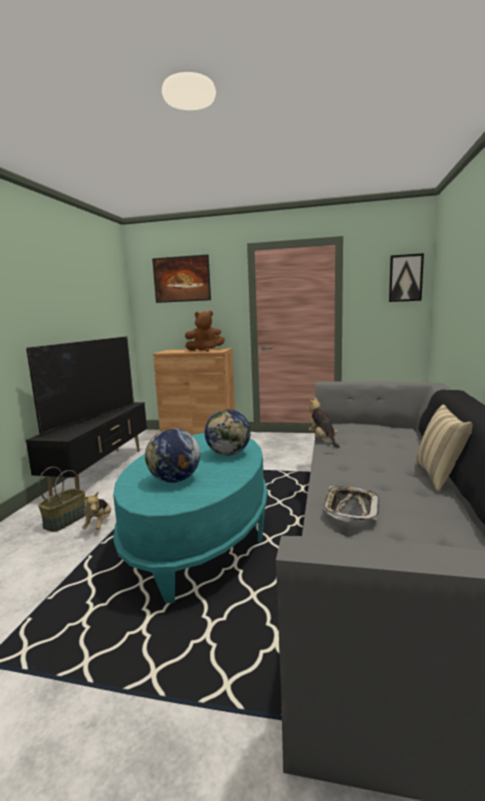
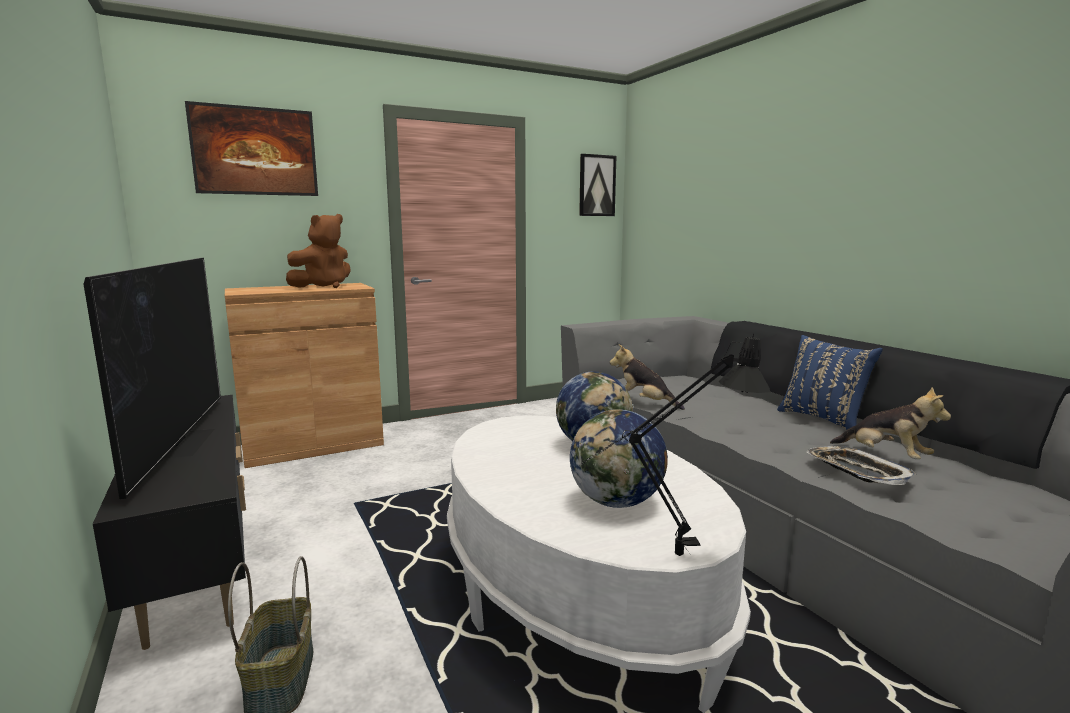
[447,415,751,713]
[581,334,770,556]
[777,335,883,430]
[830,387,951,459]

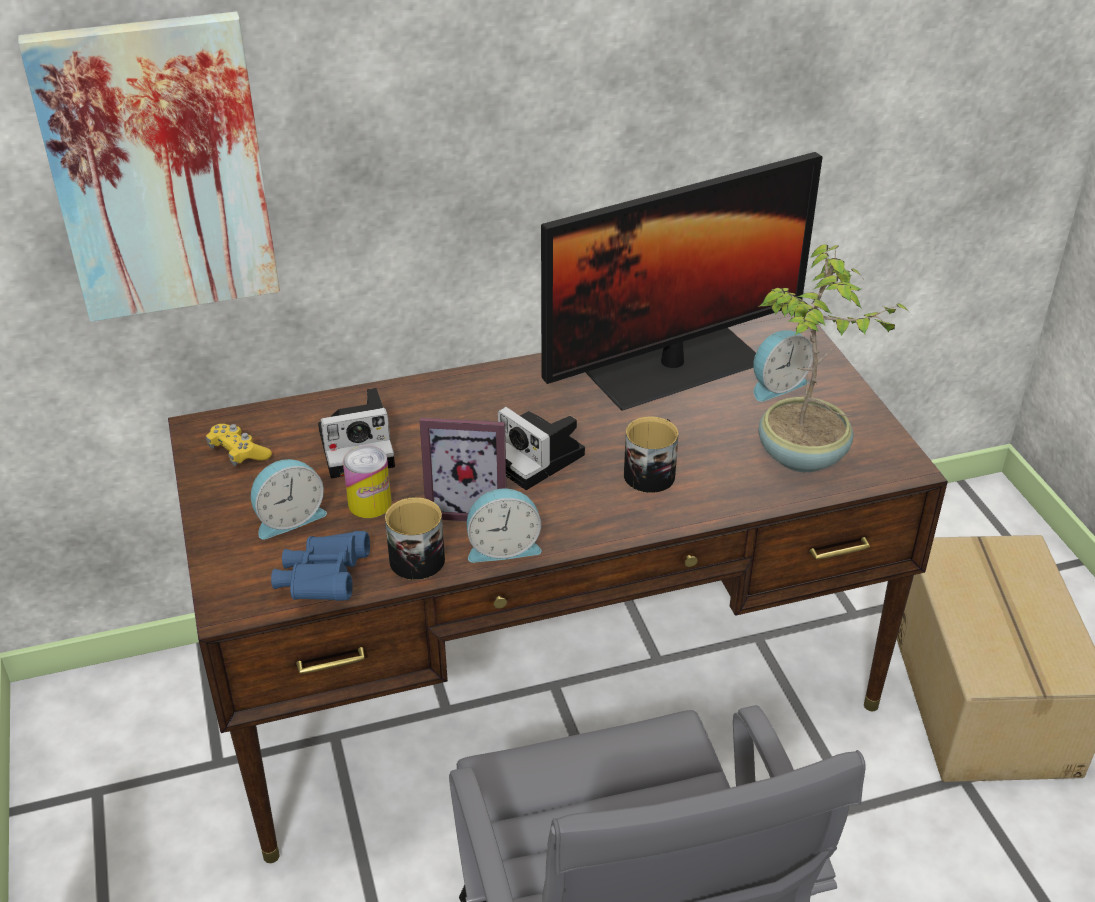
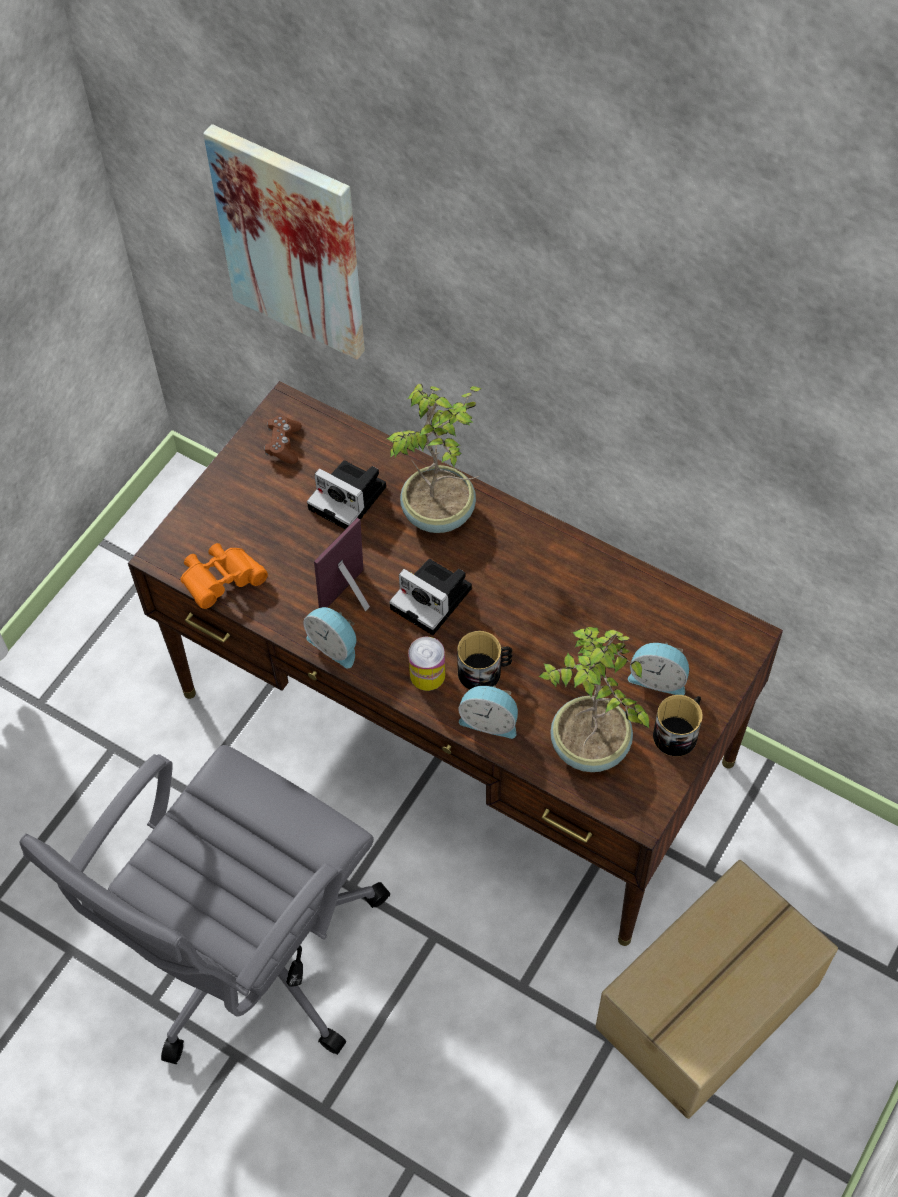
[180,543,268,609]
[264,416,302,464]
[314,518,370,611]
[387,384,481,533]
[389,559,472,635]
[408,637,445,691]
[458,686,518,739]
[653,695,702,756]
[541,152,823,411] (first image)

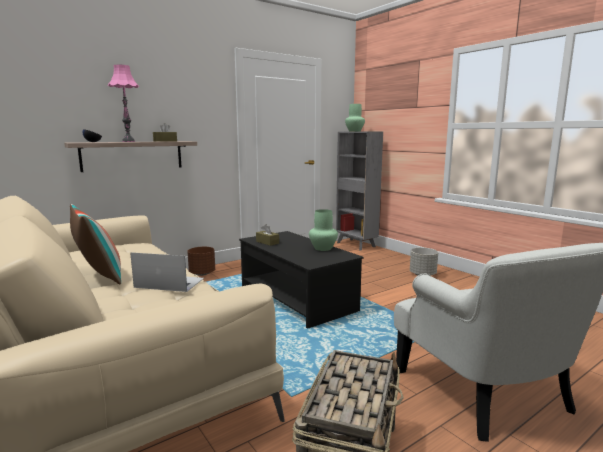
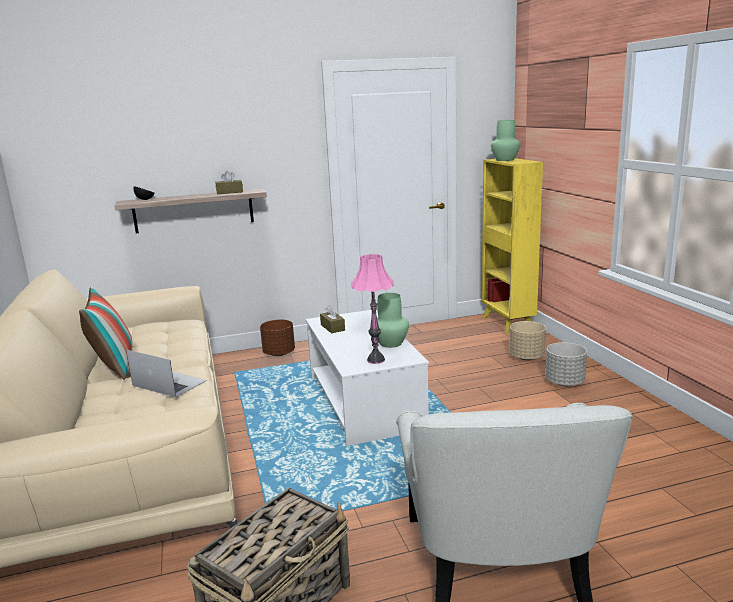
[306,310,429,446]
[351,254,394,364]
[482,158,543,333]
[509,321,546,360]

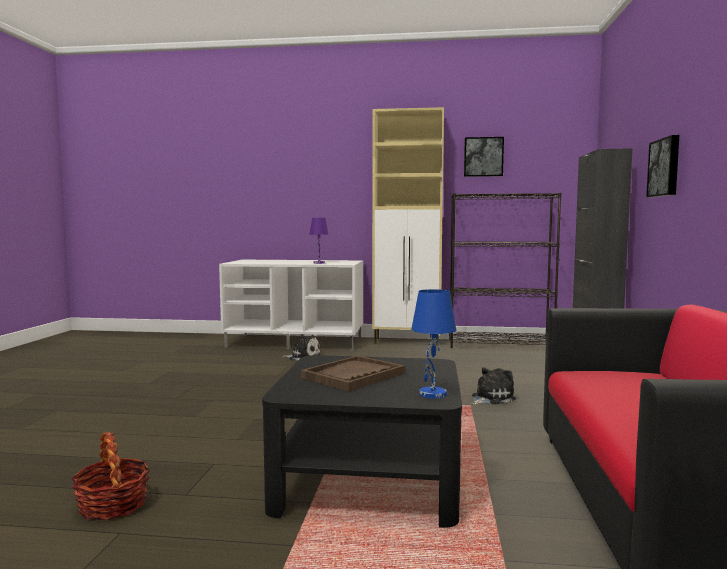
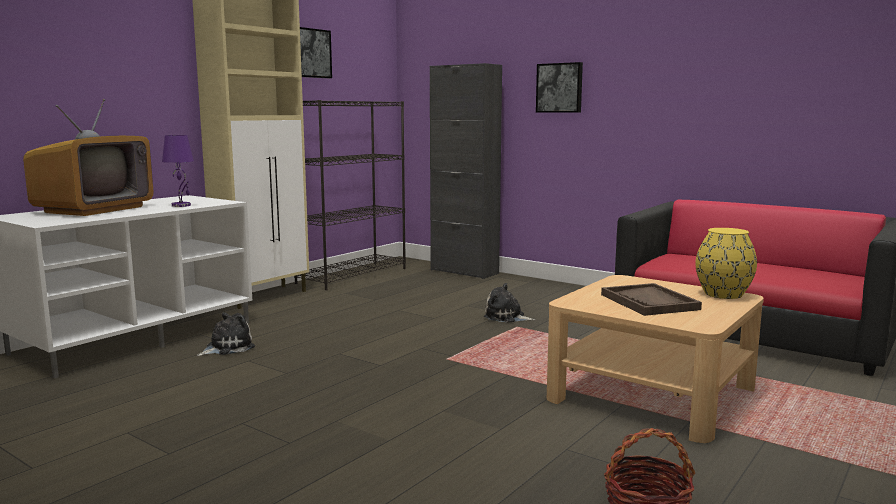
[23,99,154,216]
[484,283,535,323]
[547,275,764,443]
[696,228,757,299]

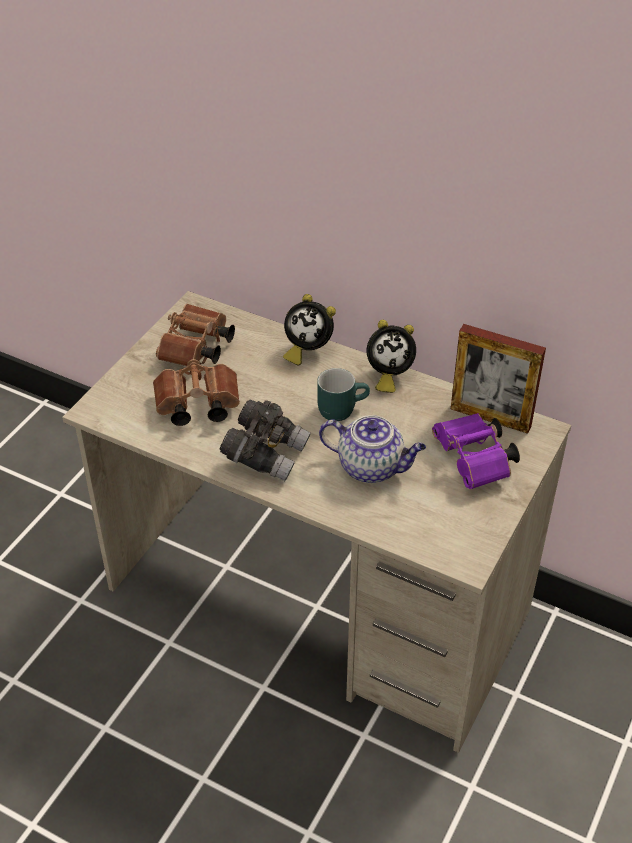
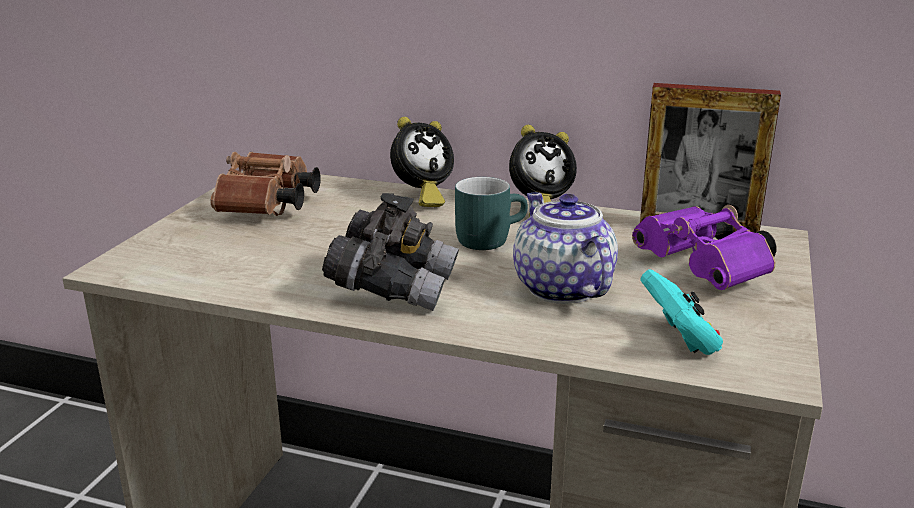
[390,117,454,207]
[513,192,618,303]
[640,270,723,355]
[153,359,240,426] (first image)

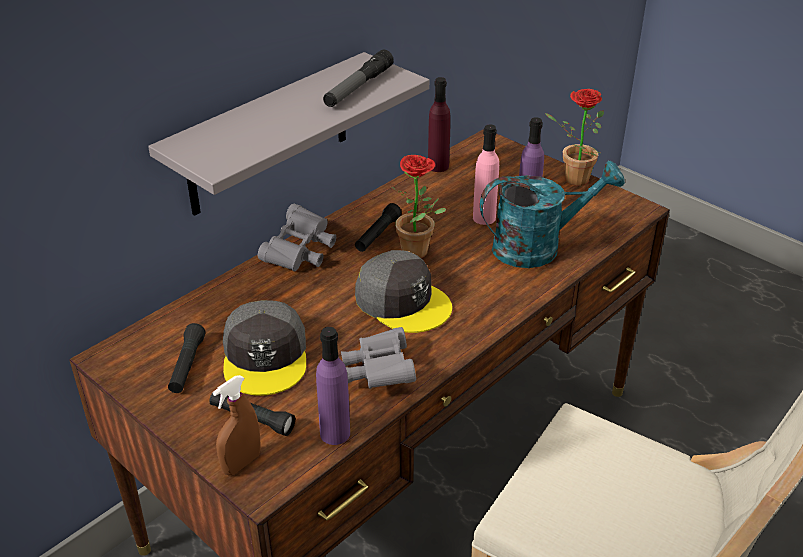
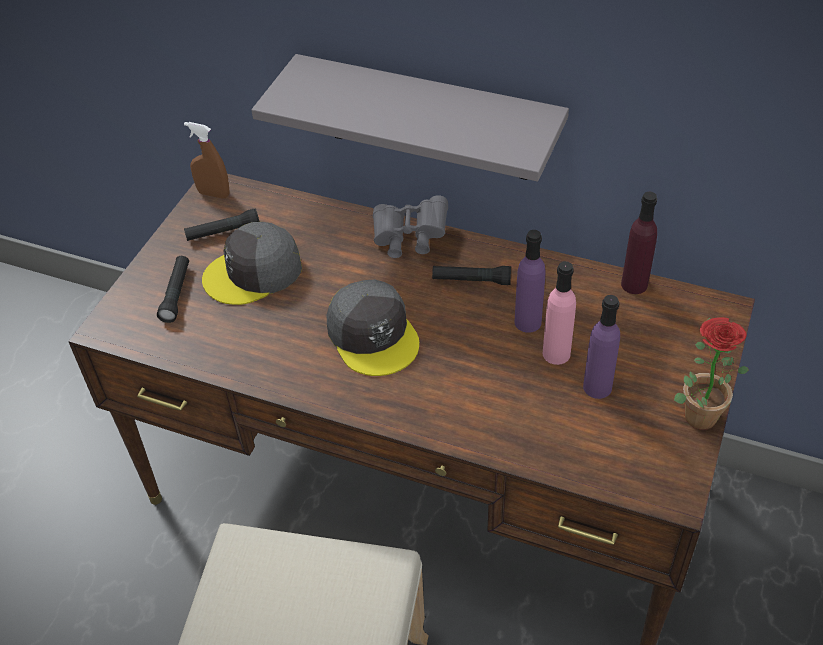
[184,122,230,199]
[327,280,419,376]
[514,230,546,333]
[323,50,394,107] (first image)
[341,327,416,389] (first image)
[389,155,446,258] (first image)
[480,161,625,268] (first image)

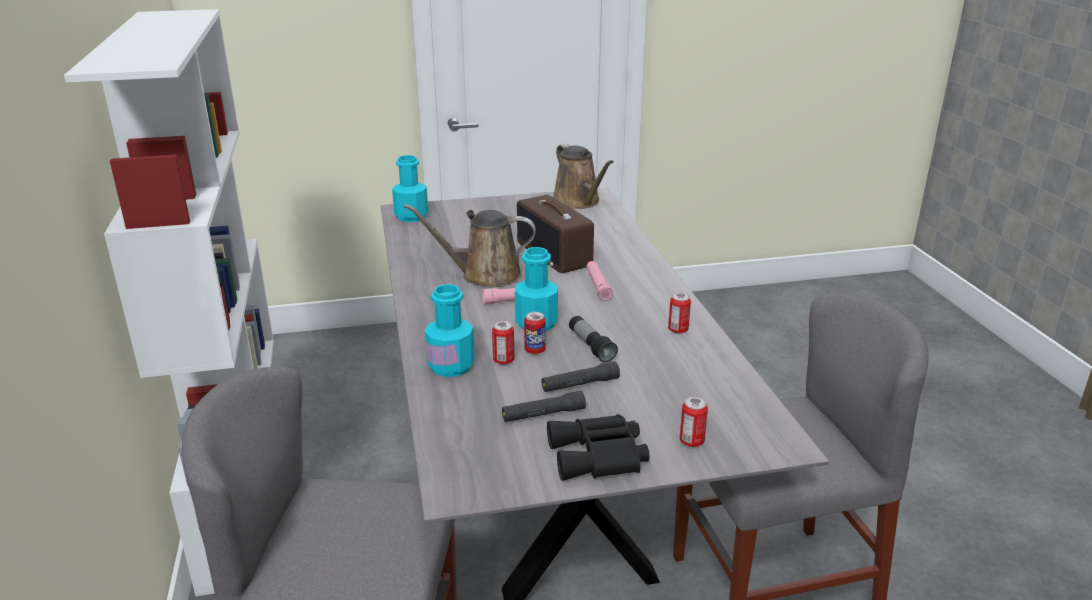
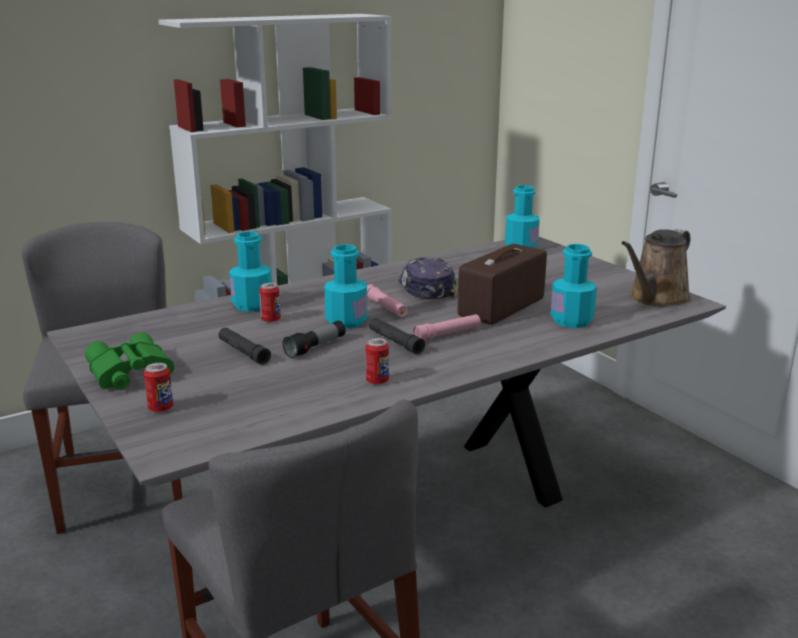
[85,333,174,390]
[369,318,425,354]
[398,257,457,299]
[550,244,597,328]
[524,312,546,355] (first image)

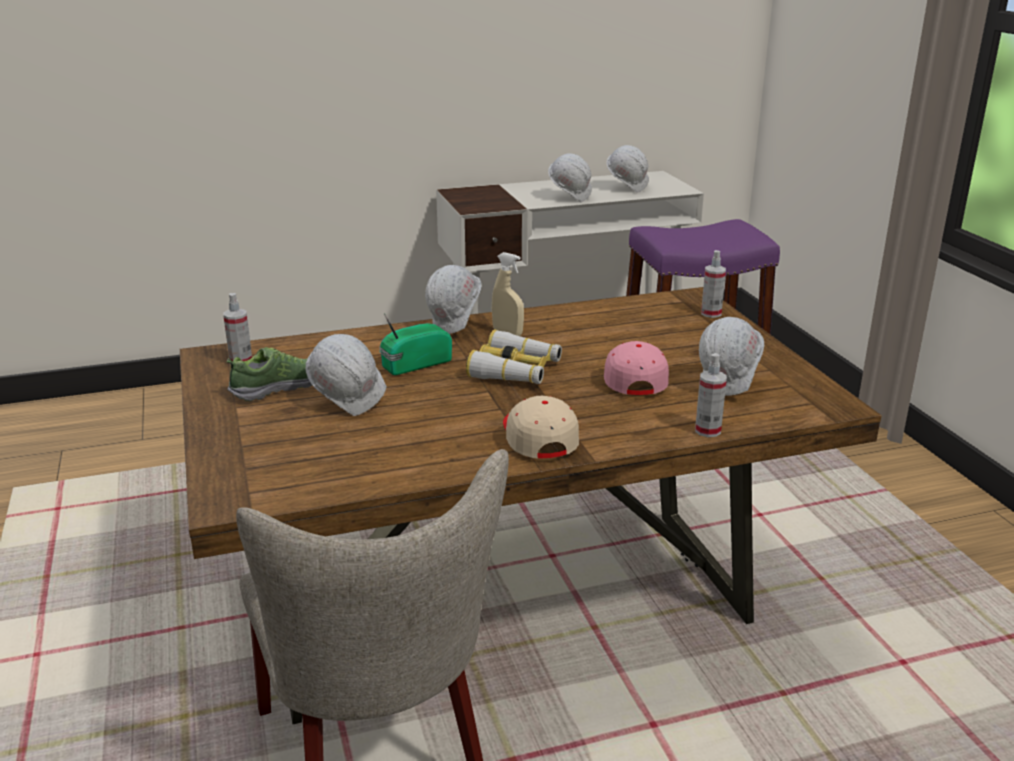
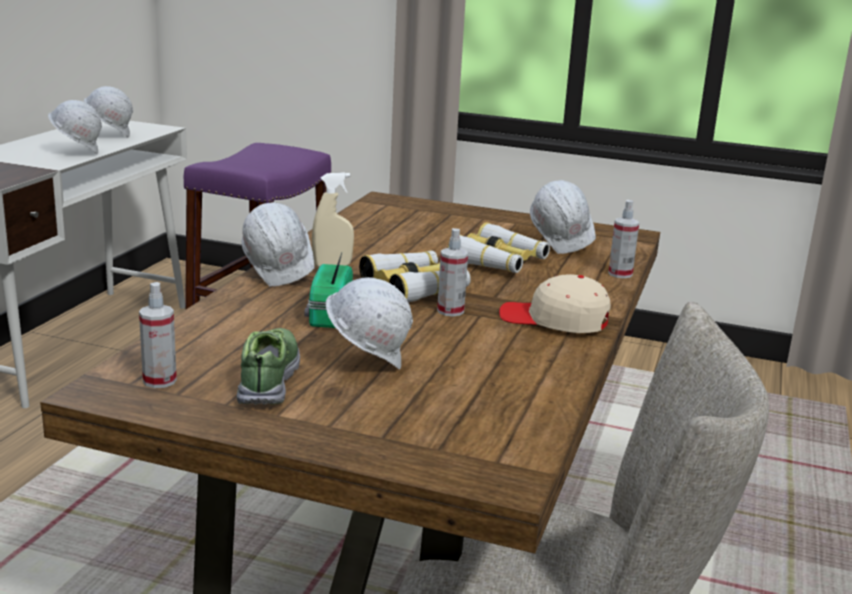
[437,228,468,317]
[448,222,550,273]

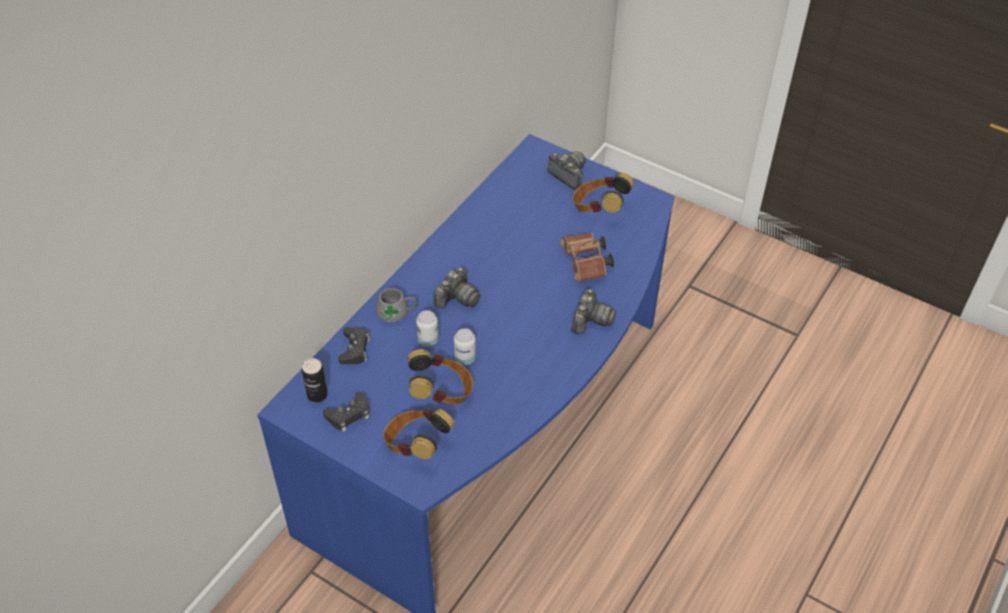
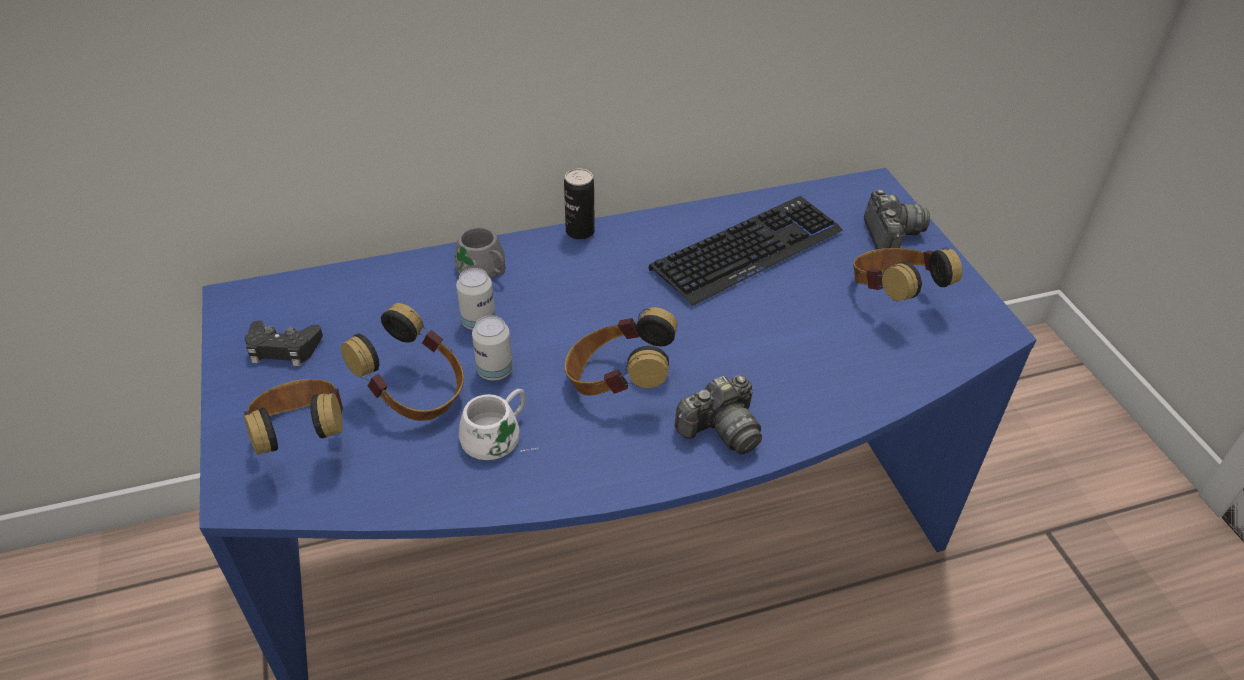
[459,389,536,460]
[564,168,595,240]
[565,307,677,395]
[649,196,843,306]
[338,327,370,364] (first image)
[433,267,481,308] (first image)
[560,232,614,282] (first image)

